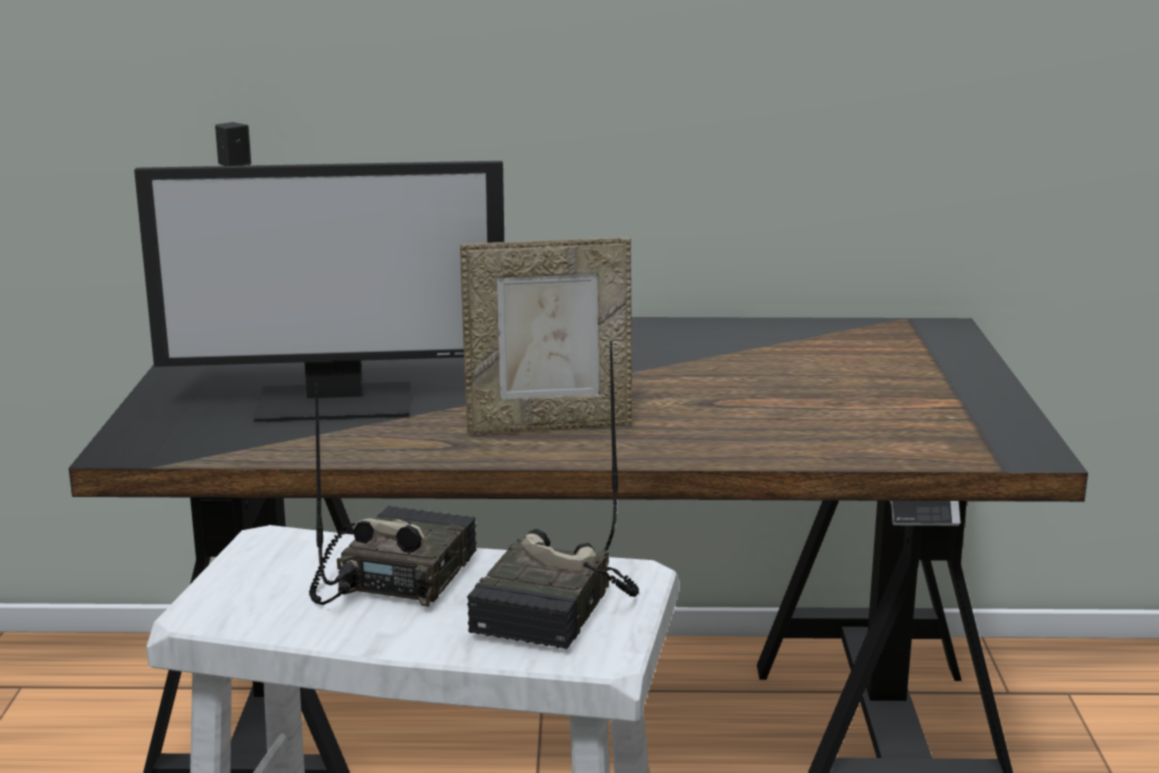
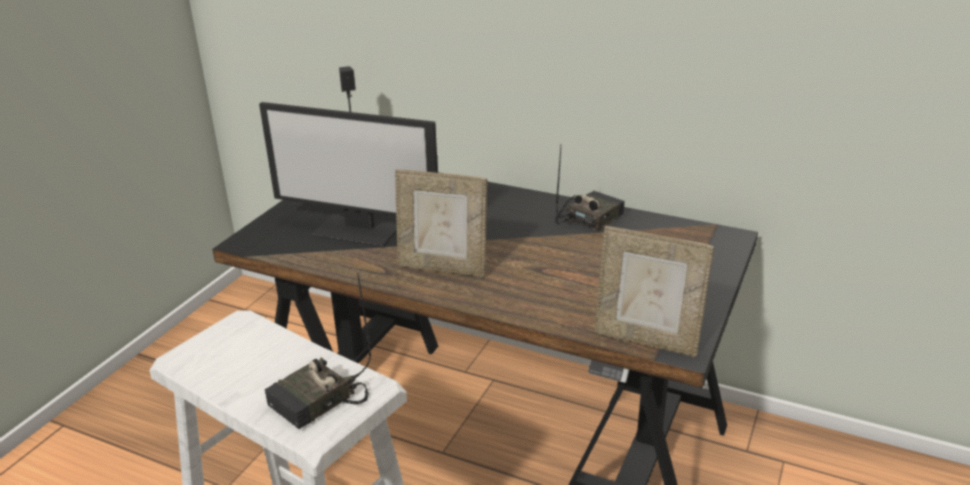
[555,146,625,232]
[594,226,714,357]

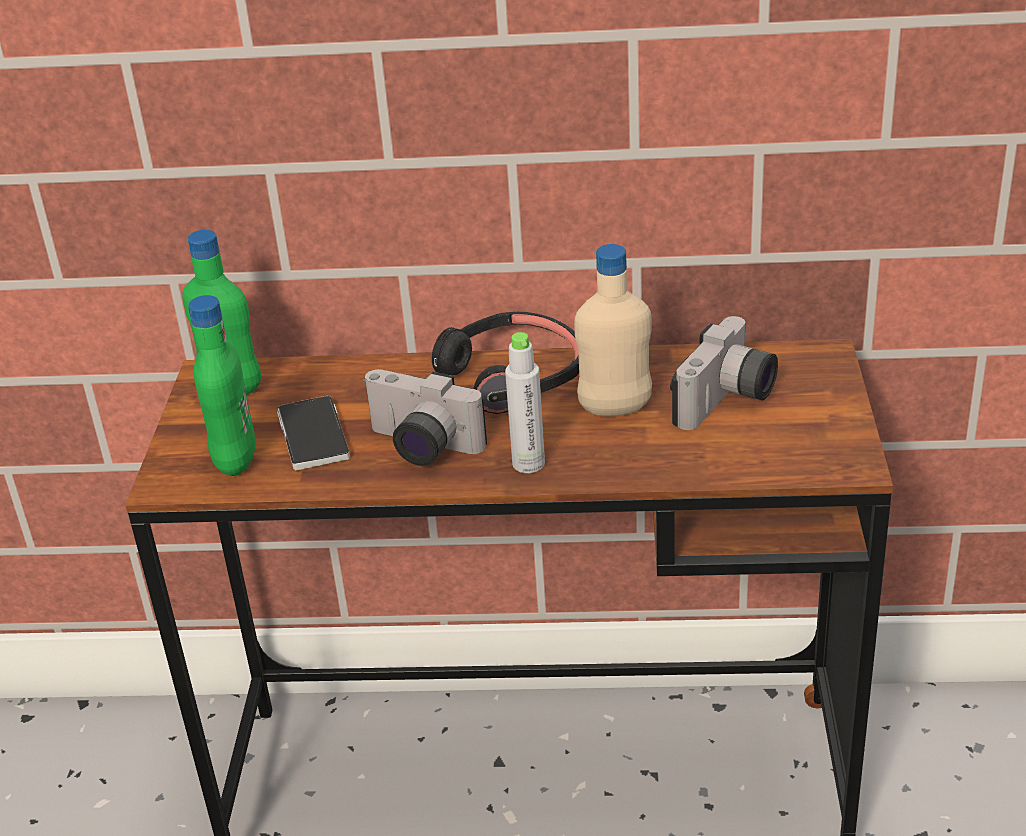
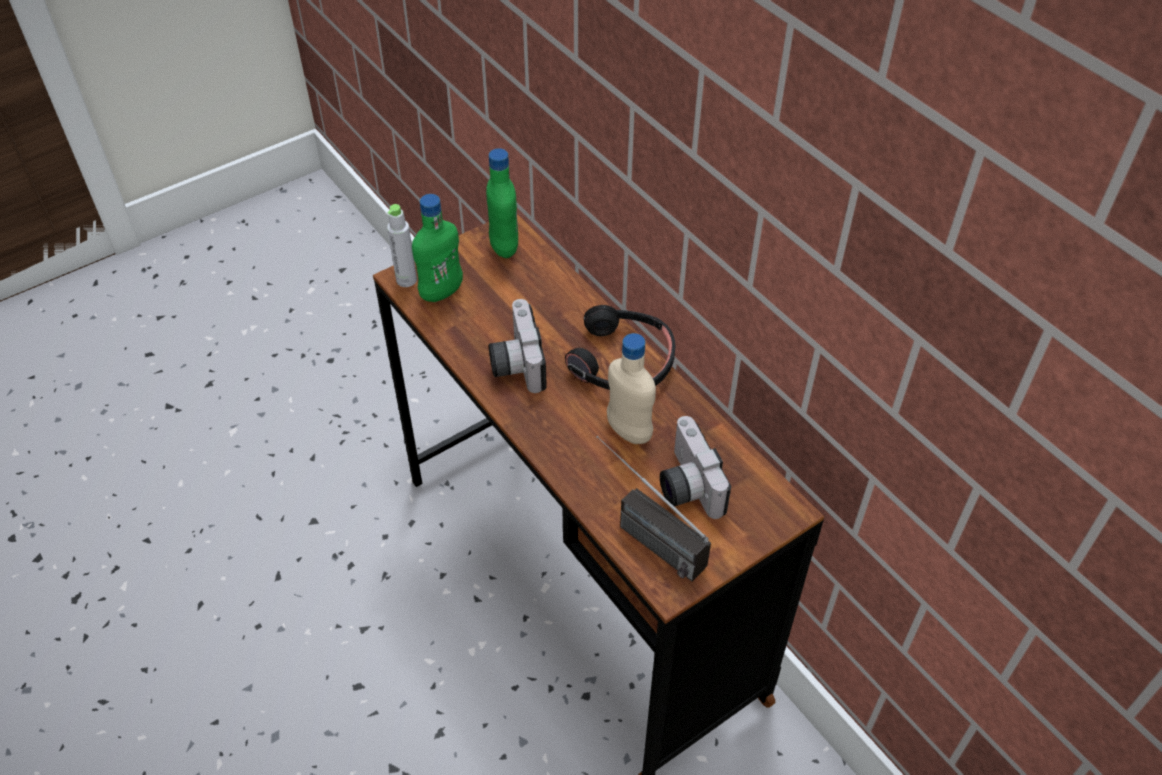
[387,204,417,287]
[596,436,711,582]
[660,416,731,519]
[277,396,350,470] (first image)

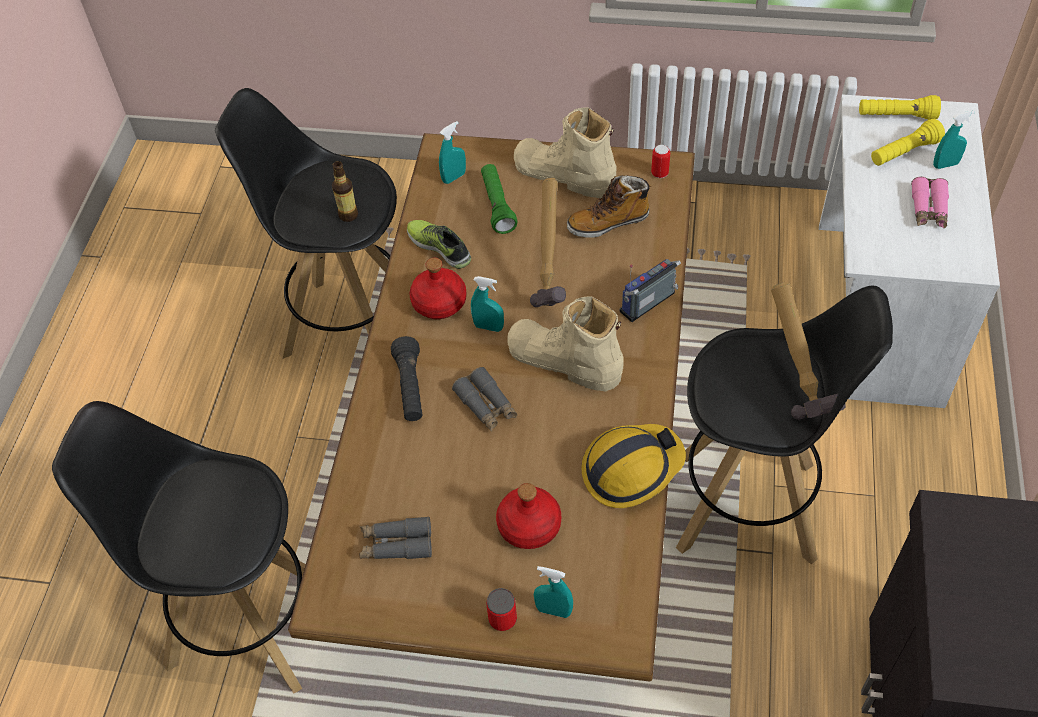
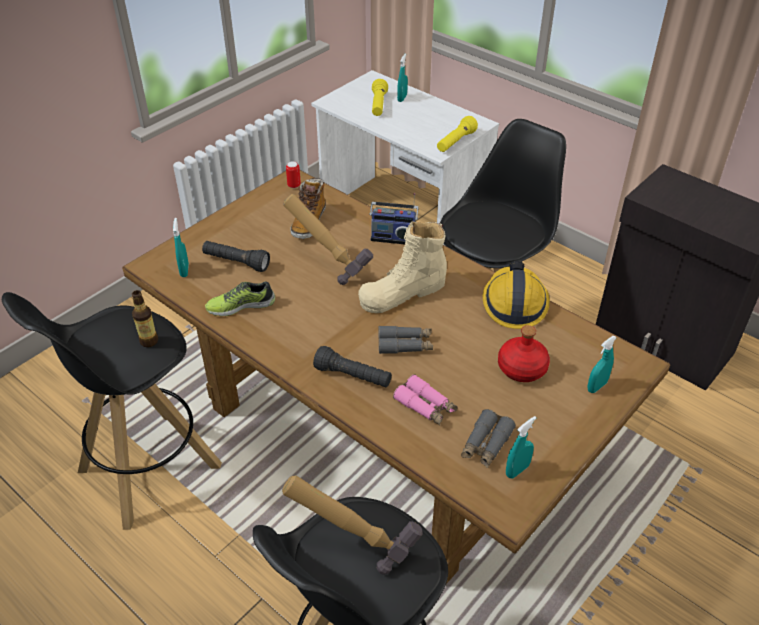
[202,241,270,272]
[282,475,423,575]
[370,193,419,244]
[393,374,458,425]
[437,116,478,152]
[506,416,536,479]
[409,258,467,319] (first image)
[486,588,517,631] (first image)
[514,107,616,198] (first image)

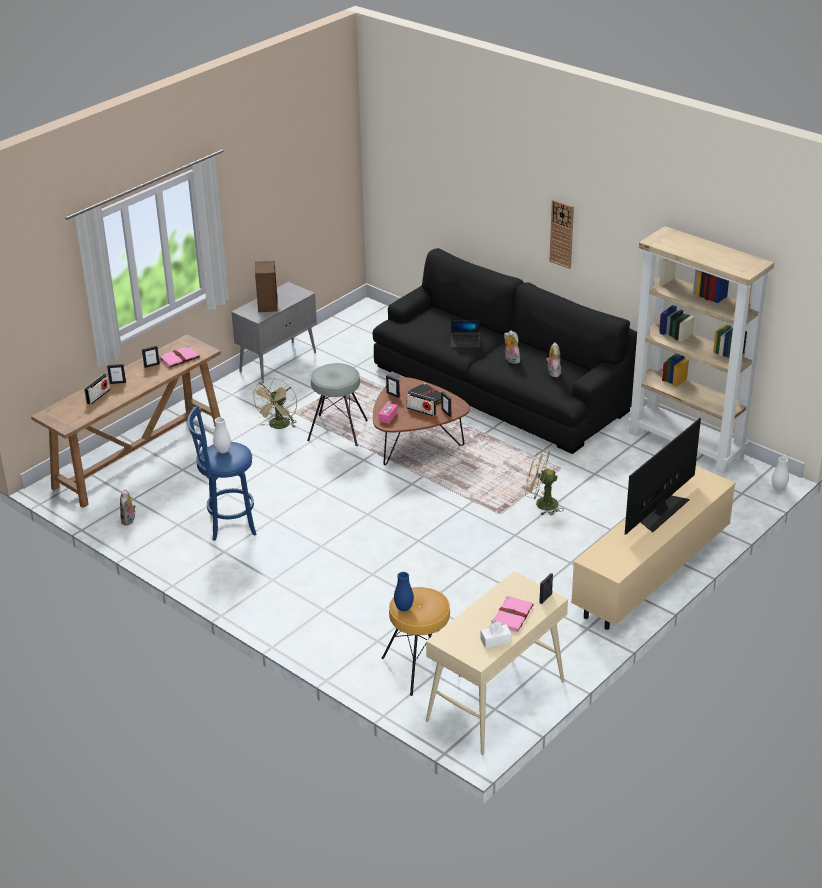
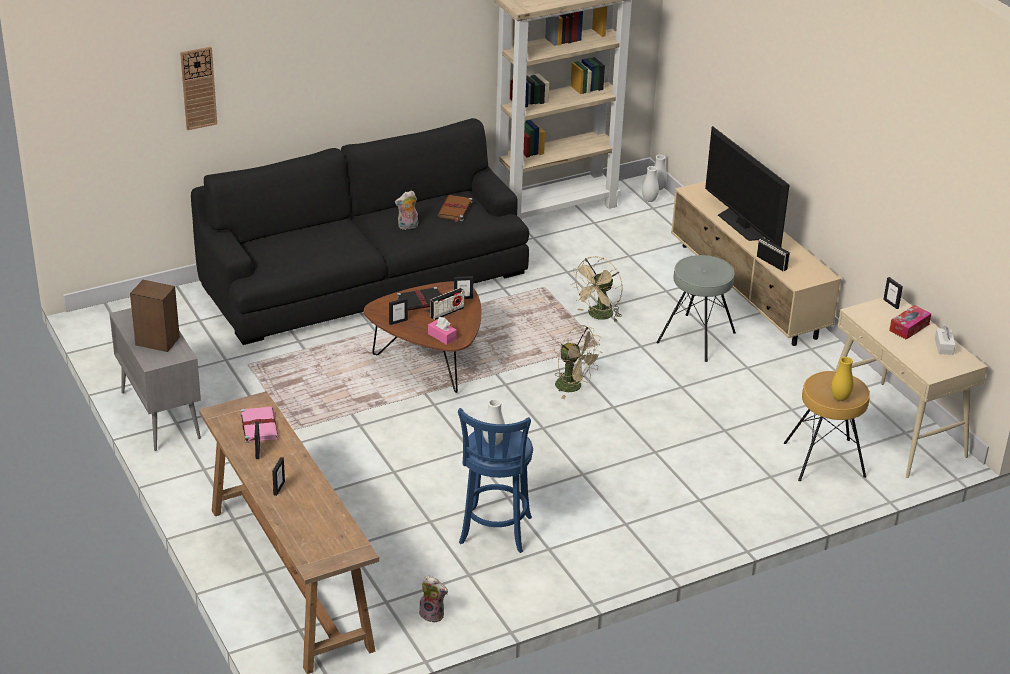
[180,47,217,130]
[437,195,473,222]
[555,325,603,399]
[642,166,659,202]
[656,255,736,362]
[757,237,790,271]
[831,357,853,401]
[889,305,931,340]
[451,321,480,348] (first image)

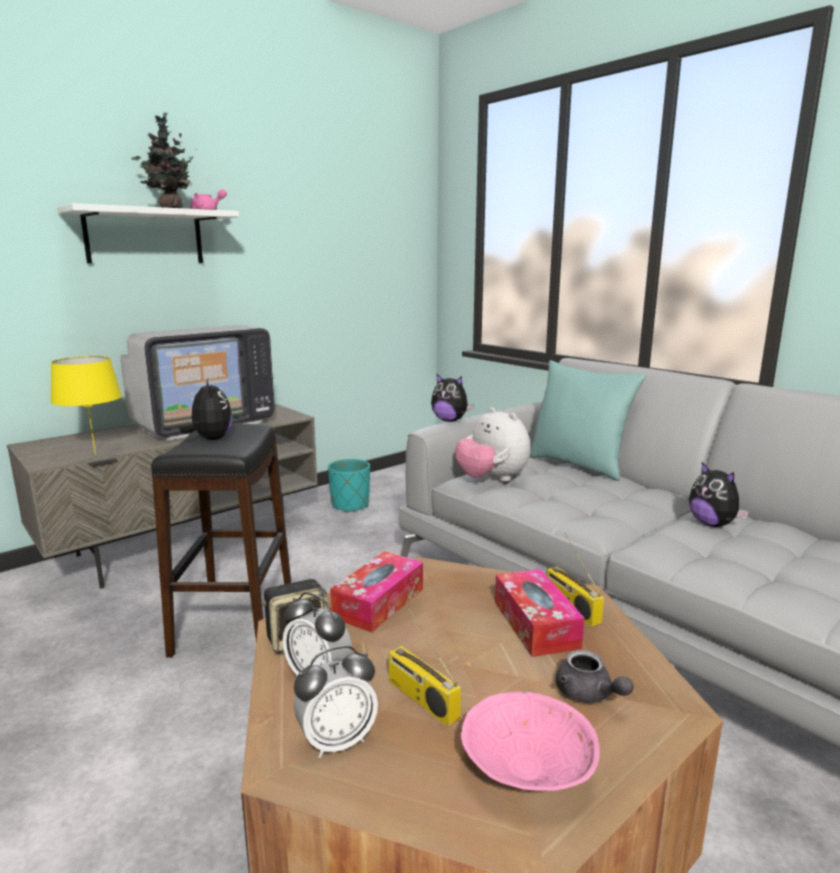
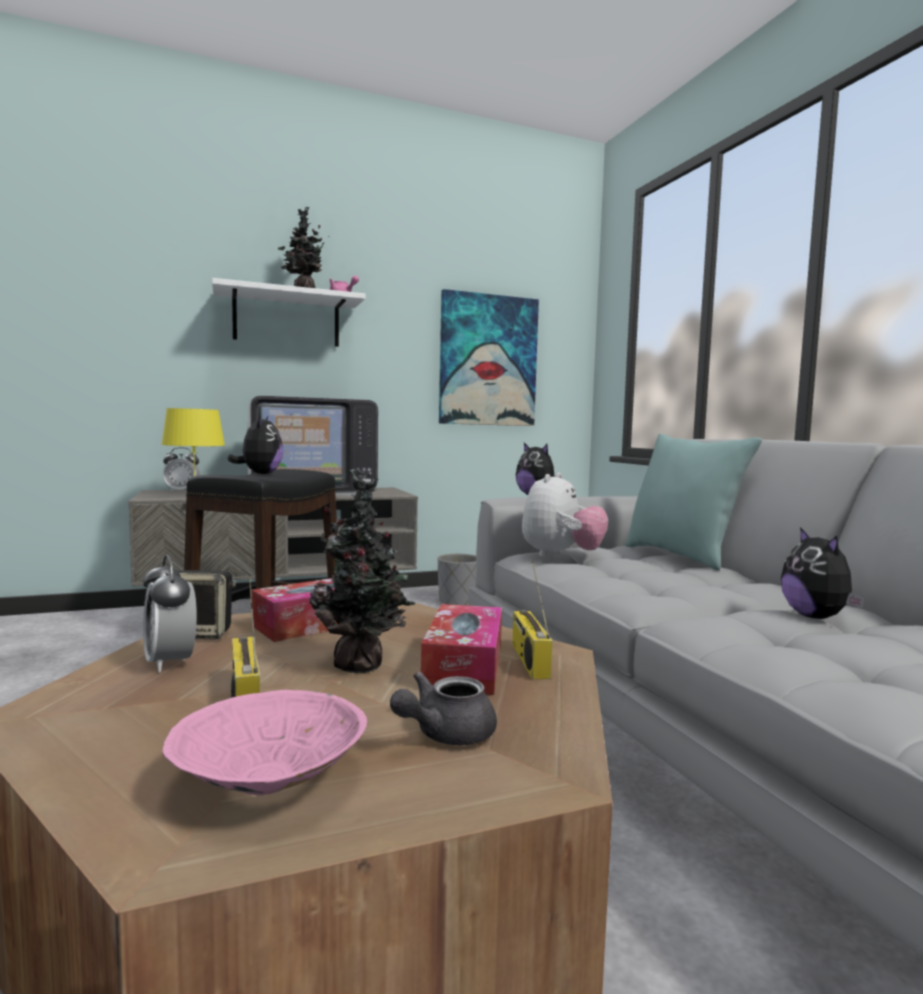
[163,447,200,492]
[309,469,415,673]
[390,672,497,745]
[438,554,476,605]
[439,289,539,426]
[522,472,608,558]

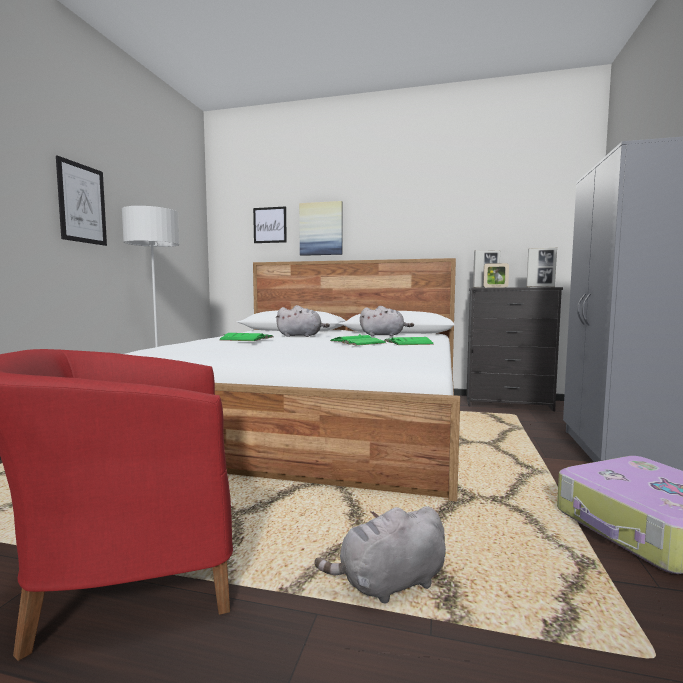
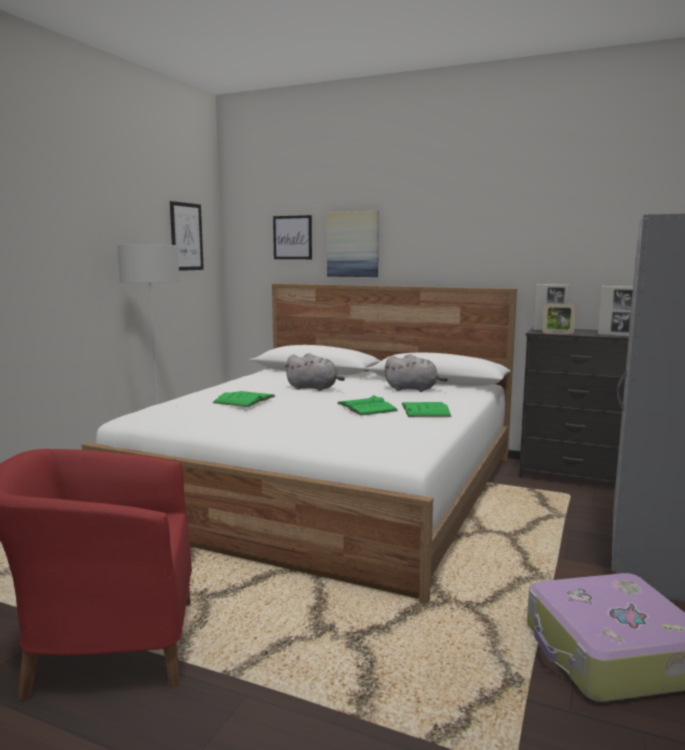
[170,201,204,271]
[315,506,446,603] (first image)

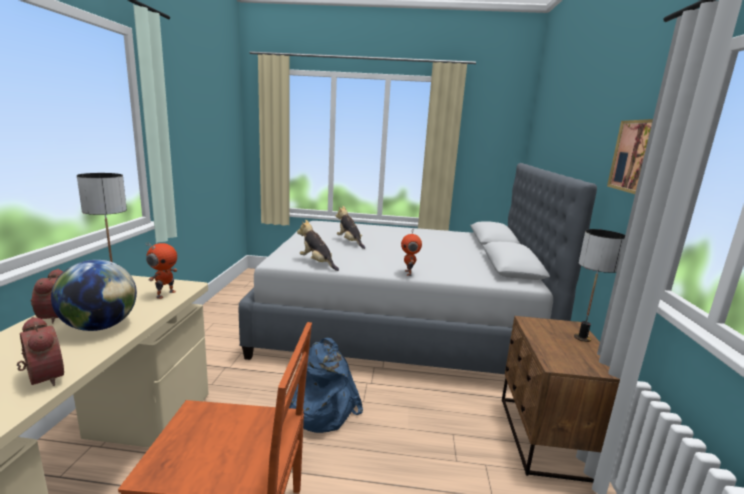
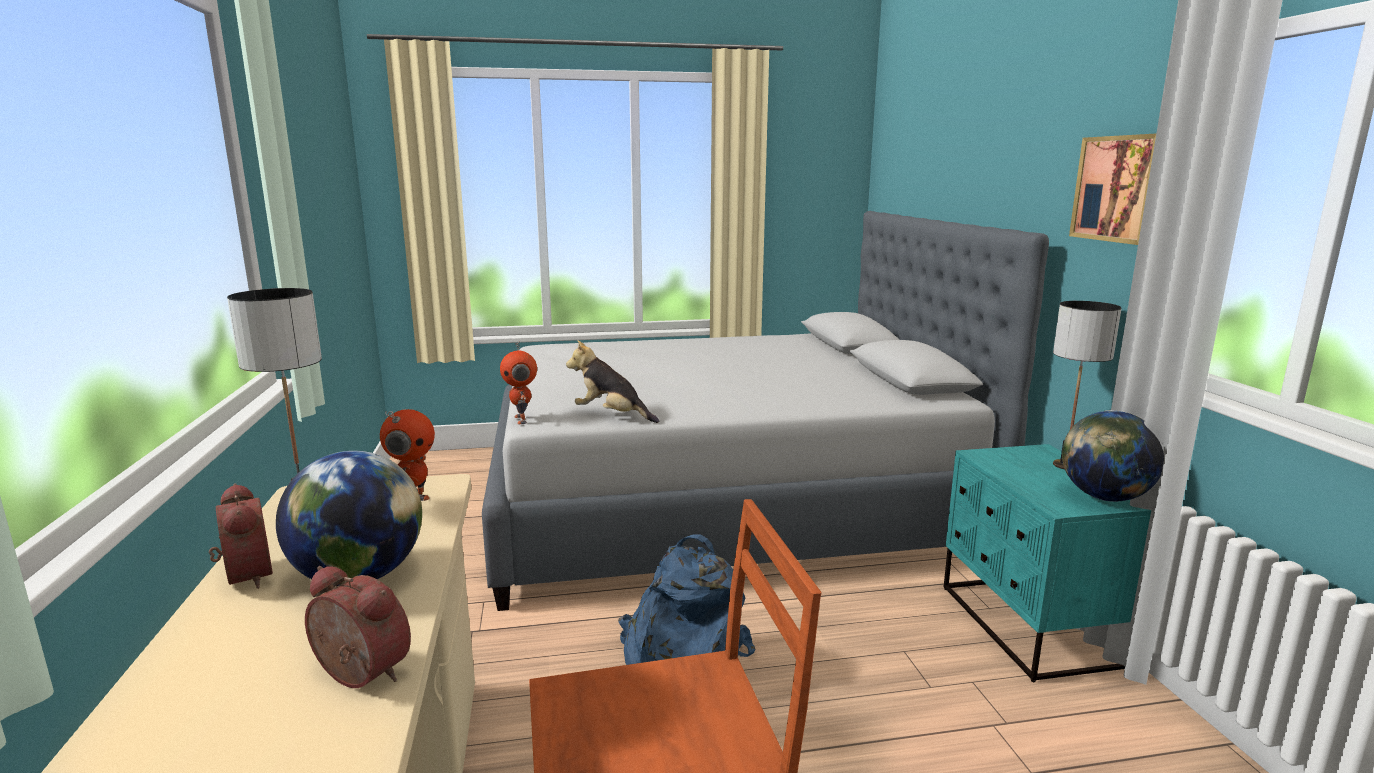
[500,342,537,424]
[944,444,1151,682]
[1062,410,1164,502]
[335,206,365,249] (first image)

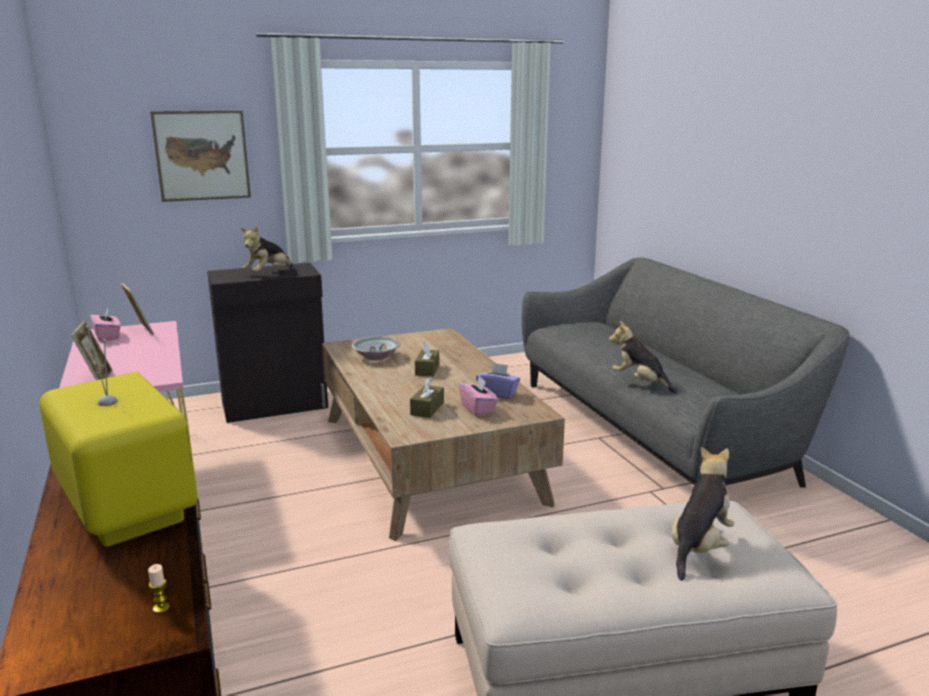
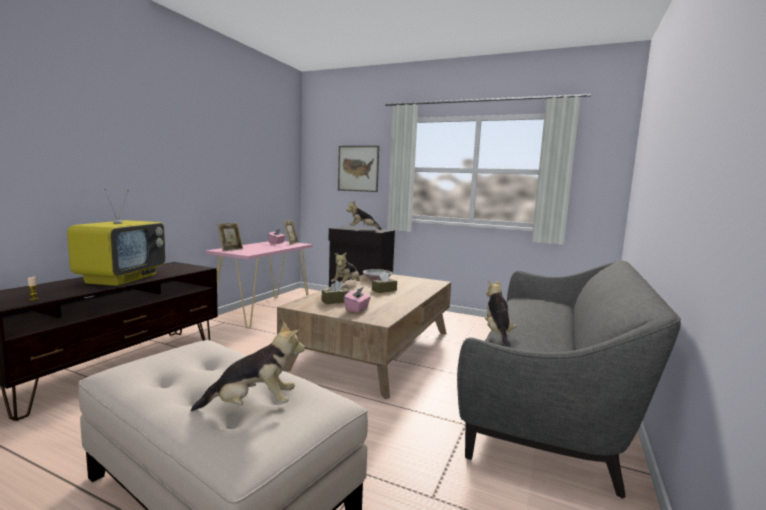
[331,252,359,283]
[476,362,520,399] (first image)

